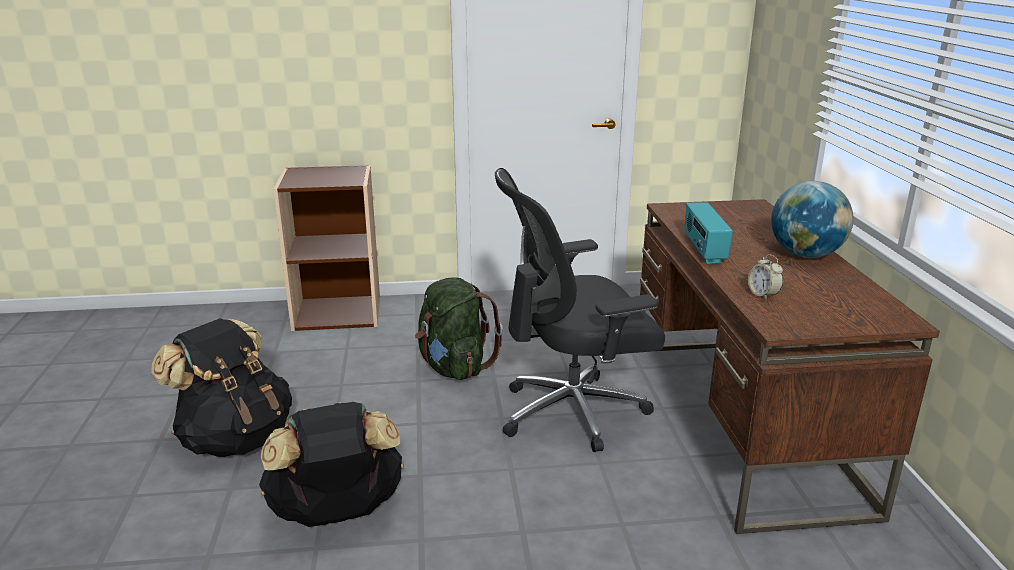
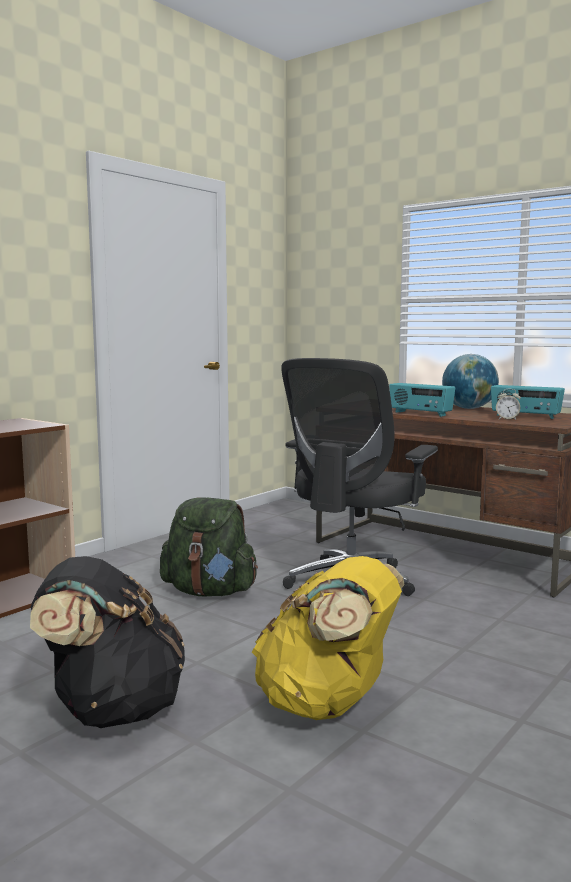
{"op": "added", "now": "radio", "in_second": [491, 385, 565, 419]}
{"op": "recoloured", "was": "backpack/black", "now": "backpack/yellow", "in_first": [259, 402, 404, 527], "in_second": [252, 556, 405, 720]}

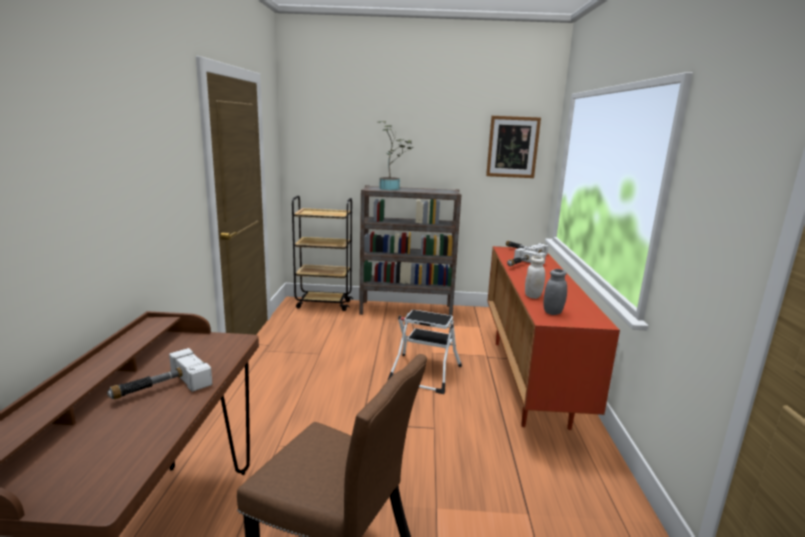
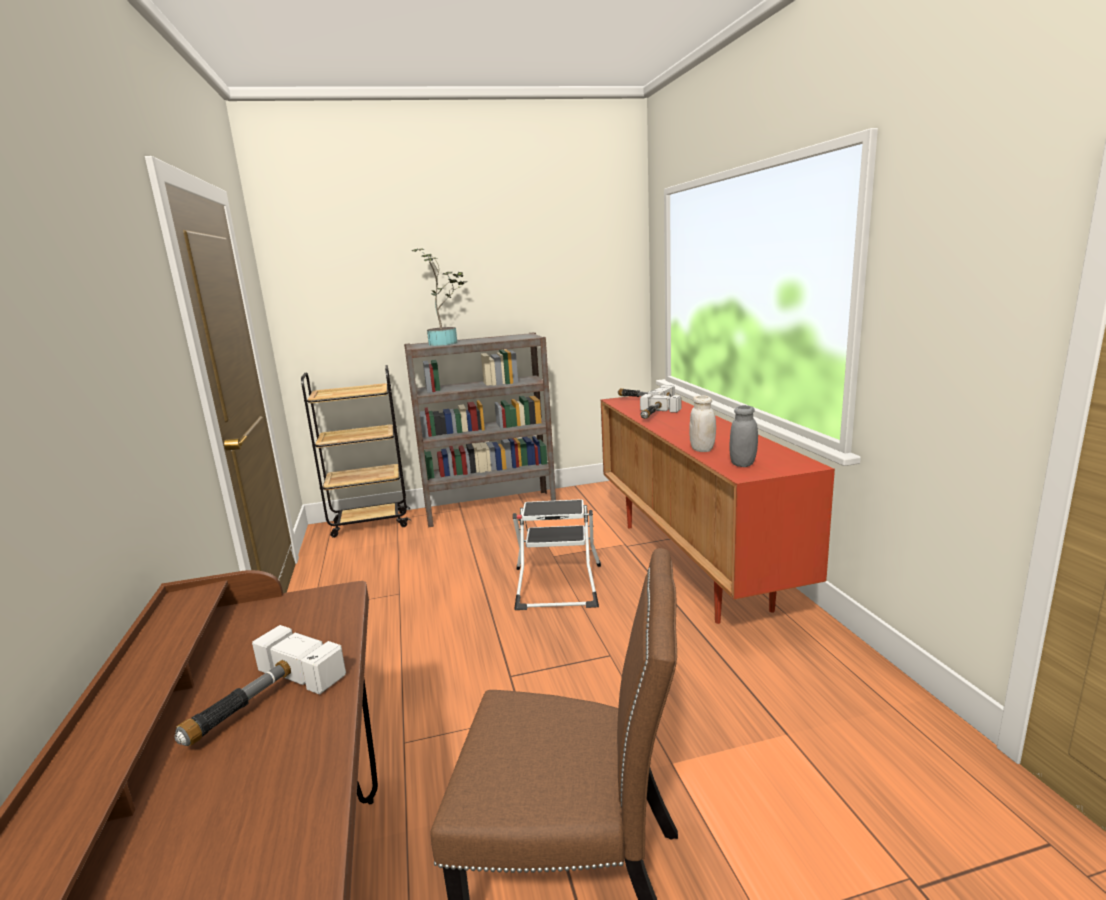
{"op": "removed", "was": "picture", "in_first": [486, 116, 541, 178]}

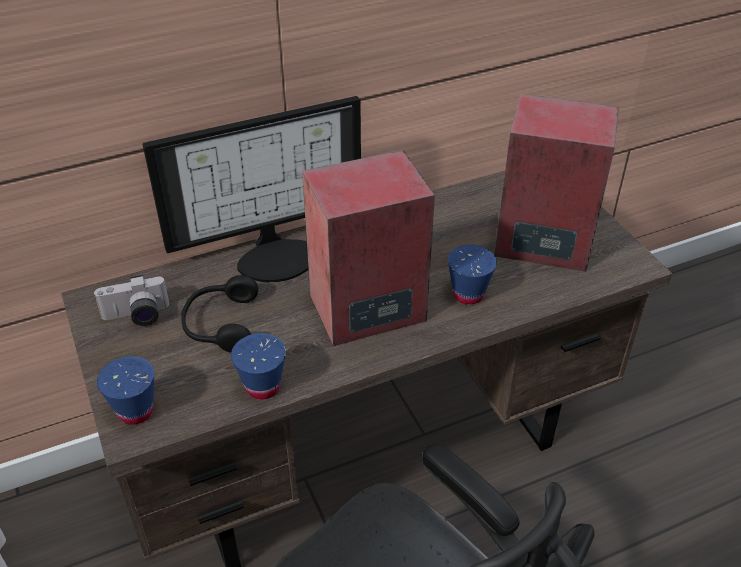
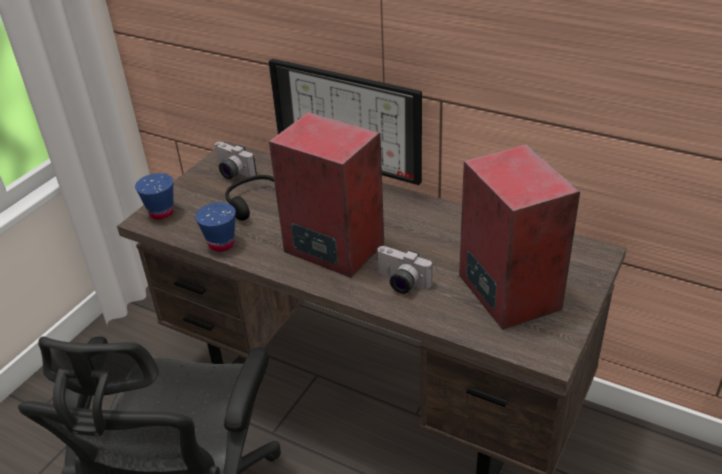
{"op": "replaced", "was": "cup/blue", "now": "photo camera", "in_first": [448, 245, 497, 305], "in_second": [376, 246, 432, 294]}

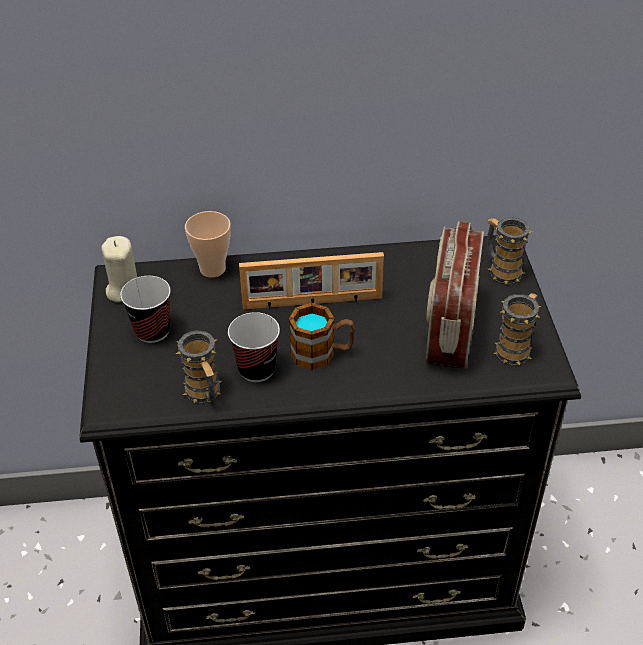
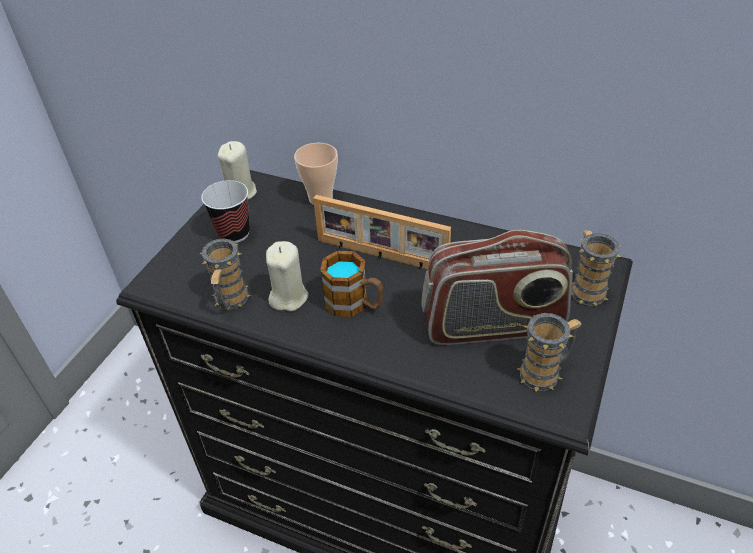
{"op": "replaced", "was": "cup", "now": "candle/beige", "in_first": [228, 312, 280, 382], "in_second": [266, 241, 308, 312]}
{"op": "turned", "was": "radio", "in_first": [425, 221, 484, 369], "in_second": [421, 230, 573, 345], "clockwise": -135}

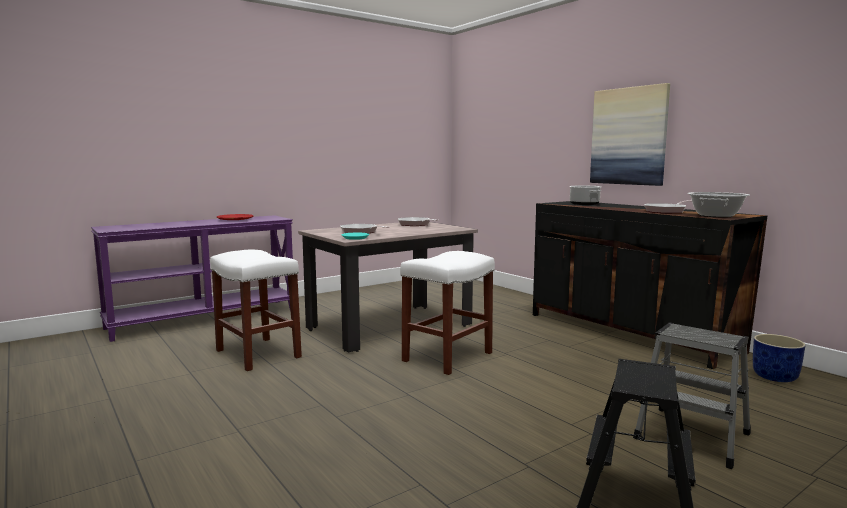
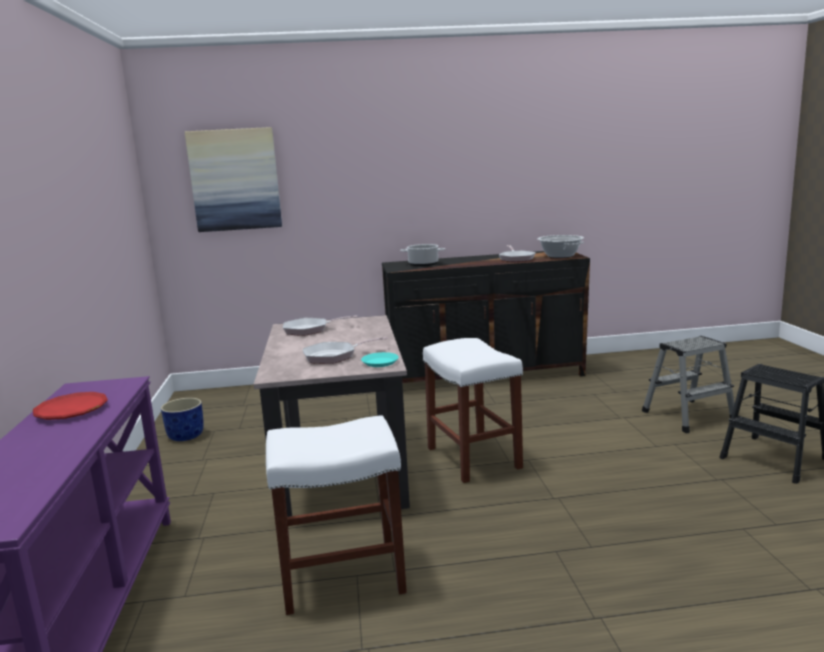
{"op": "moved", "was": "picture", "in_first": [590, 83, 670, 186], "in_second": [185, 127, 282, 232]}
{"op": "moved", "was": "planter/blue", "in_first": [753, 334, 806, 382], "in_second": [161, 398, 204, 441]}

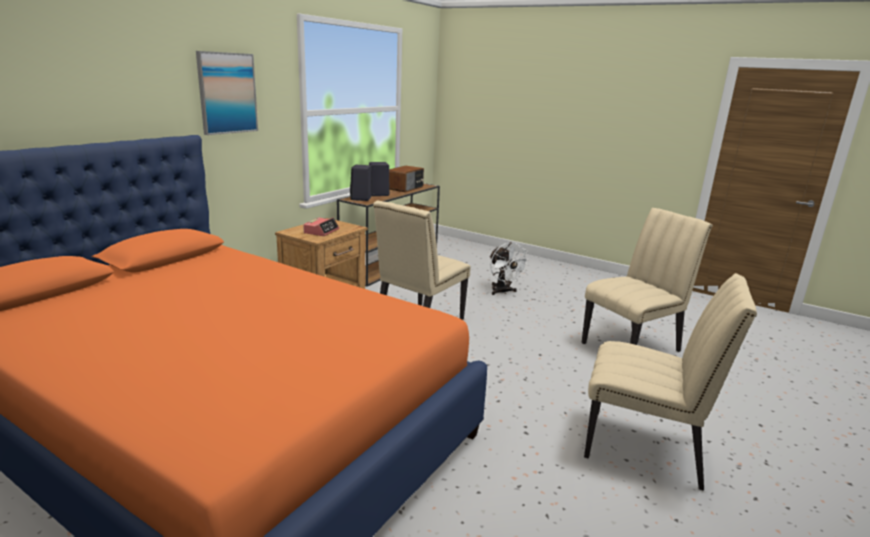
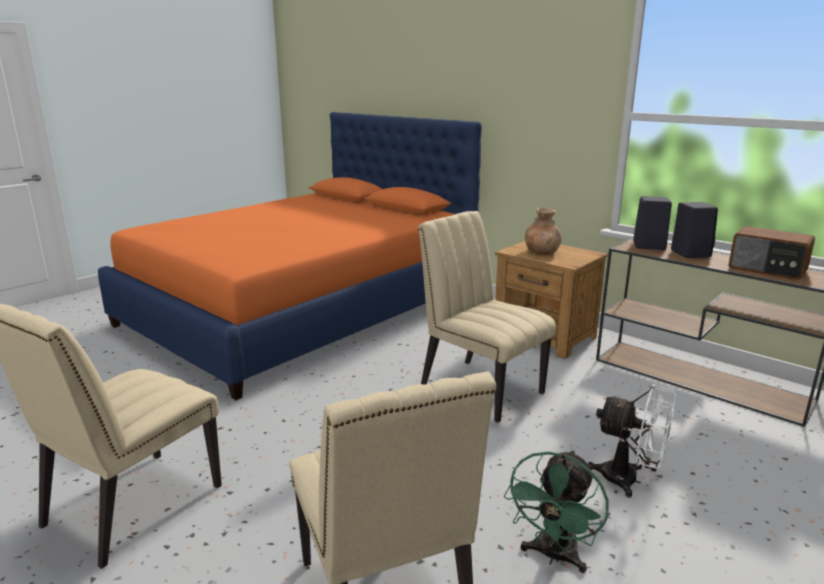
{"op": "removed", "was": "picture", "in_first": [196, 51, 258, 135]}
{"op": "added", "now": "fan/green", "in_second": [504, 450, 609, 573]}
{"op": "replaced", "was": "alarm clock", "now": "vase/brown", "in_first": [303, 218, 339, 236], "in_second": [525, 208, 562, 255]}
{"op": "turned", "was": "fan/white", "in_first": [490, 242, 529, 295], "in_second": [588, 384, 676, 498], "clockwise": -135}

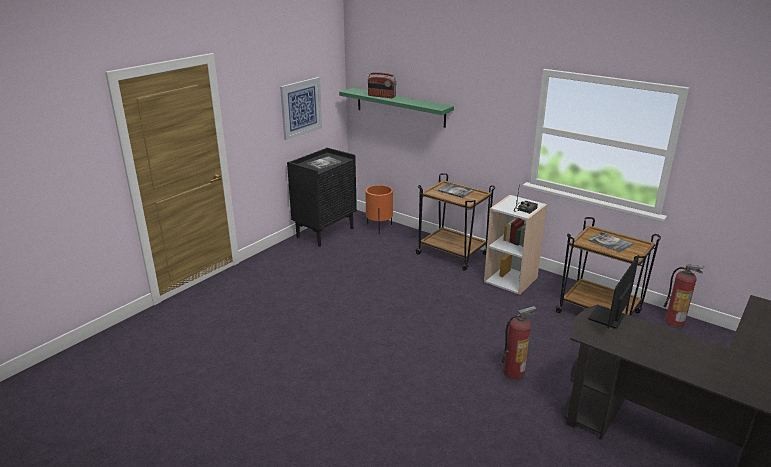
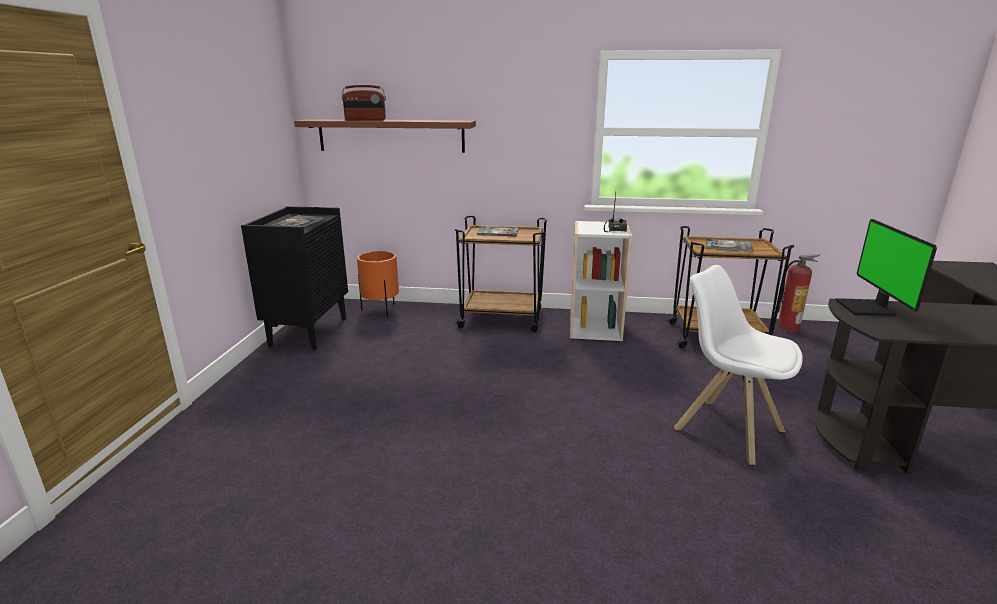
{"op": "removed", "was": "picture", "in_first": [280, 77, 322, 140]}
{"op": "replaced", "was": "fire extinguisher", "now": "chair/white", "in_first": [502, 306, 536, 381], "in_second": [674, 265, 803, 465]}
{"op": "recoloured", "was": "shelf/green", "now": "shelf/brown", "in_first": [339, 88, 454, 128], "in_second": [294, 119, 476, 153]}

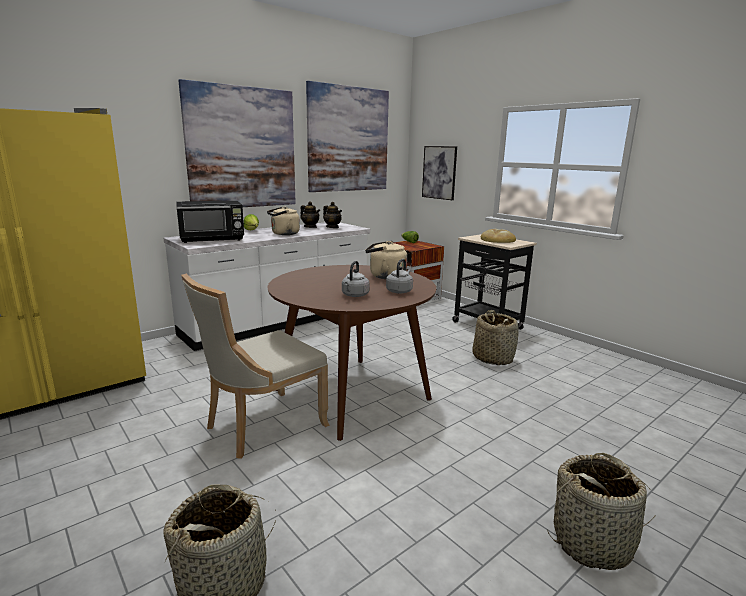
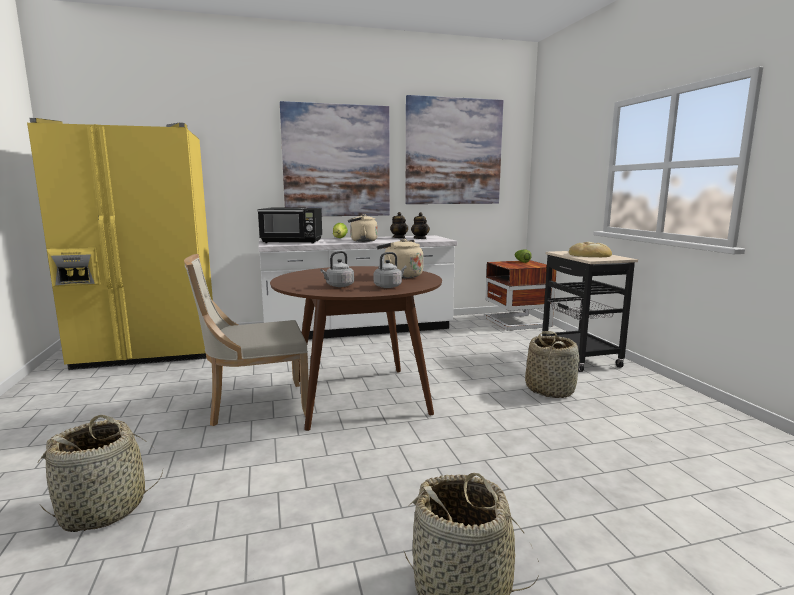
{"op": "removed", "was": "picture", "in_first": [422, 146, 457, 200]}

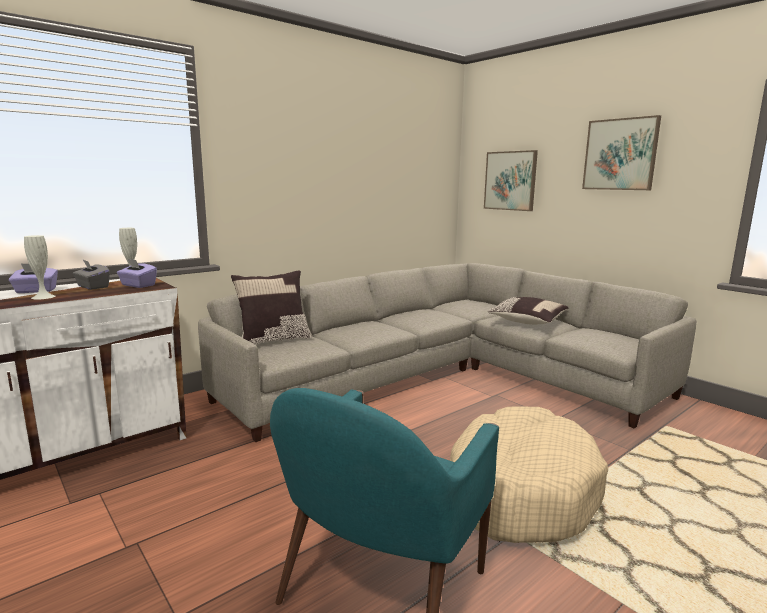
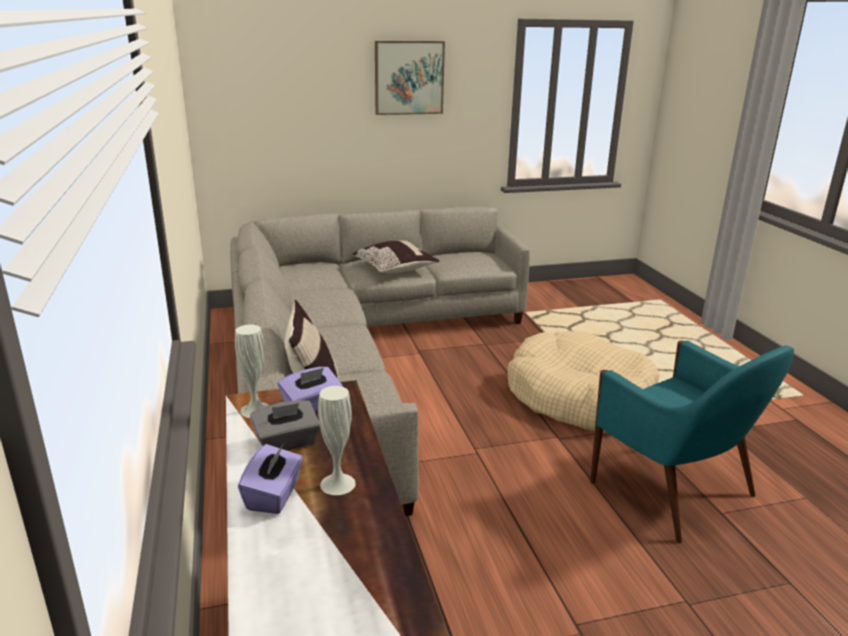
{"op": "removed", "was": "picture", "in_first": [484, 150, 538, 211]}

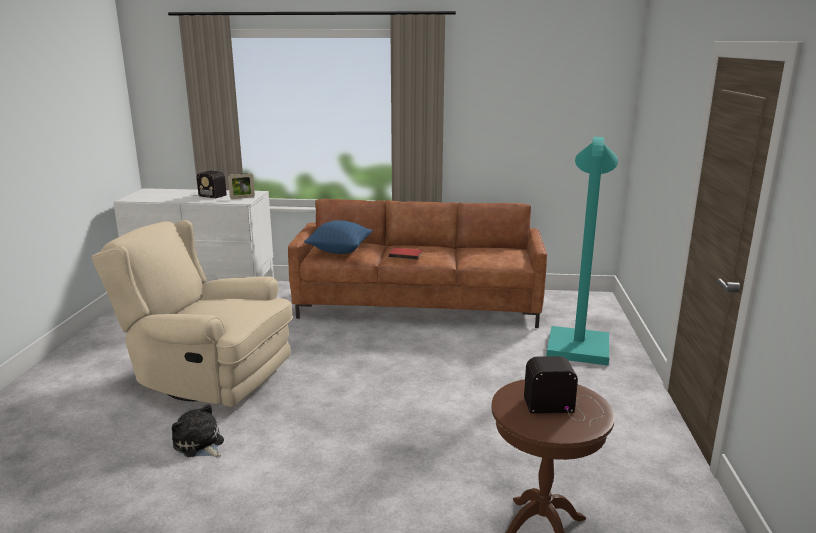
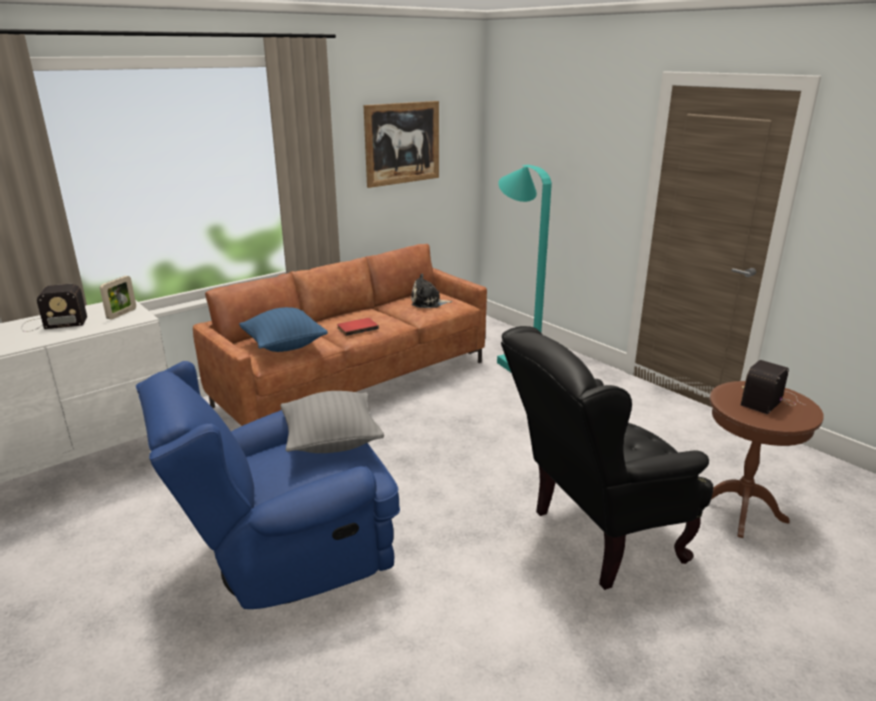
{"op": "added", "now": "pillow/grey", "in_second": [281, 391, 384, 453]}
{"op": "added", "now": "picture", "in_second": [364, 101, 439, 188]}
{"op": "added", "now": "armchair/black", "in_second": [501, 326, 713, 590]}
{"op": "moved", "was": "plush toy", "in_first": [172, 404, 224, 457], "in_second": [411, 273, 453, 308]}
{"op": "recoloured", "was": "armchair/beige", "now": "armchair/blue", "in_first": [91, 220, 293, 407], "in_second": [136, 361, 400, 609]}

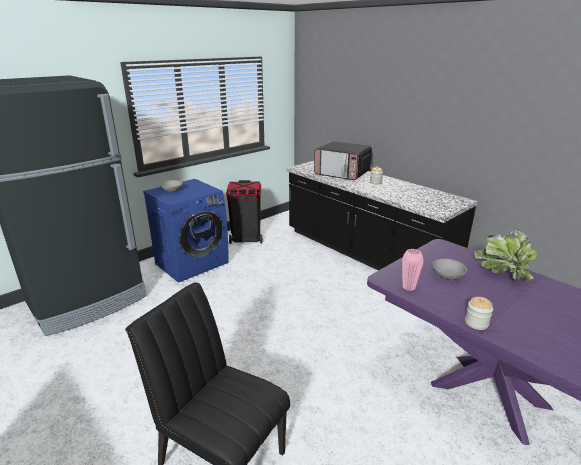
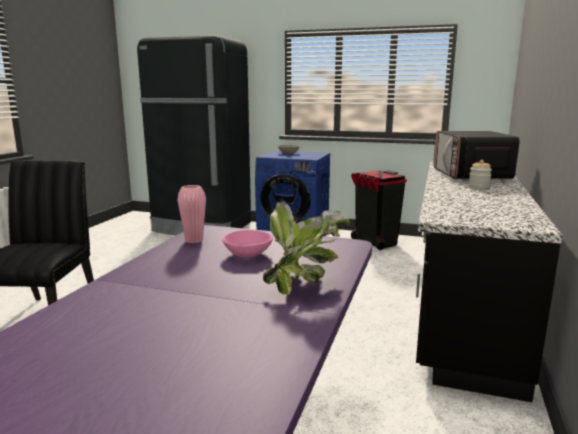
{"op": "removed", "was": "jar", "in_first": [465, 297, 493, 330]}
{"op": "recoloured", "was": "bowl/grey", "now": "bowl/pink", "in_first": [432, 259, 467, 280], "in_second": [222, 230, 273, 257]}

